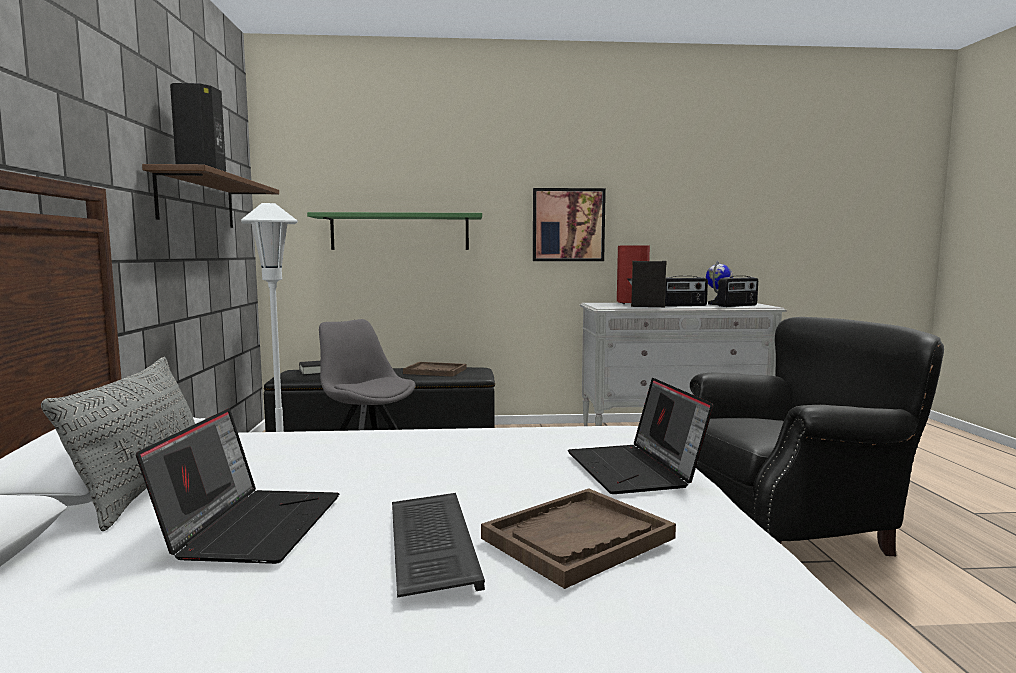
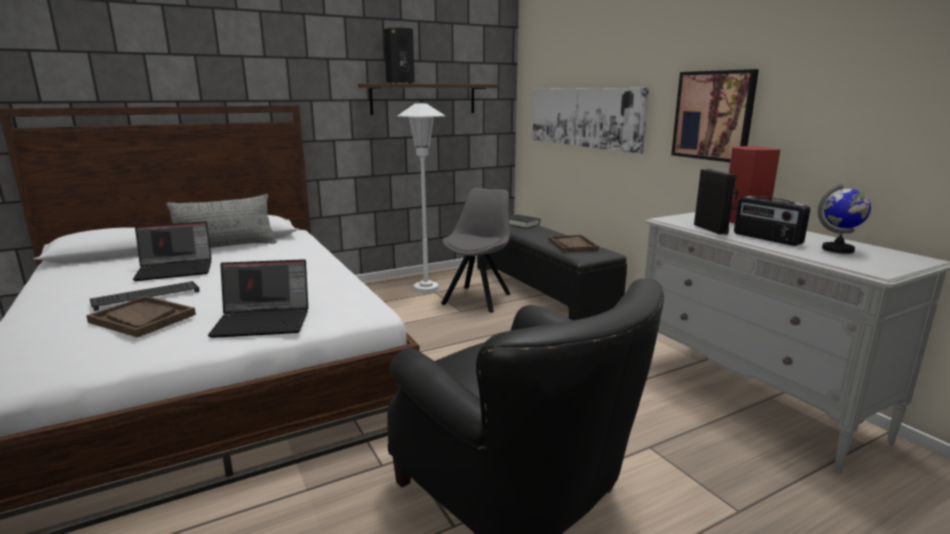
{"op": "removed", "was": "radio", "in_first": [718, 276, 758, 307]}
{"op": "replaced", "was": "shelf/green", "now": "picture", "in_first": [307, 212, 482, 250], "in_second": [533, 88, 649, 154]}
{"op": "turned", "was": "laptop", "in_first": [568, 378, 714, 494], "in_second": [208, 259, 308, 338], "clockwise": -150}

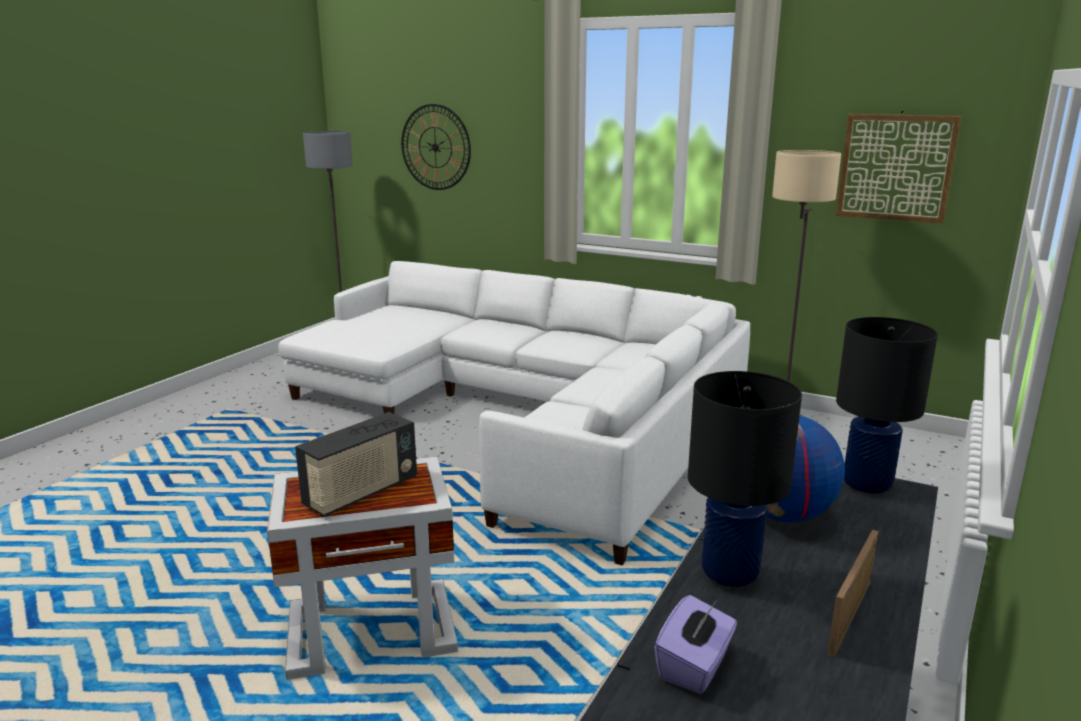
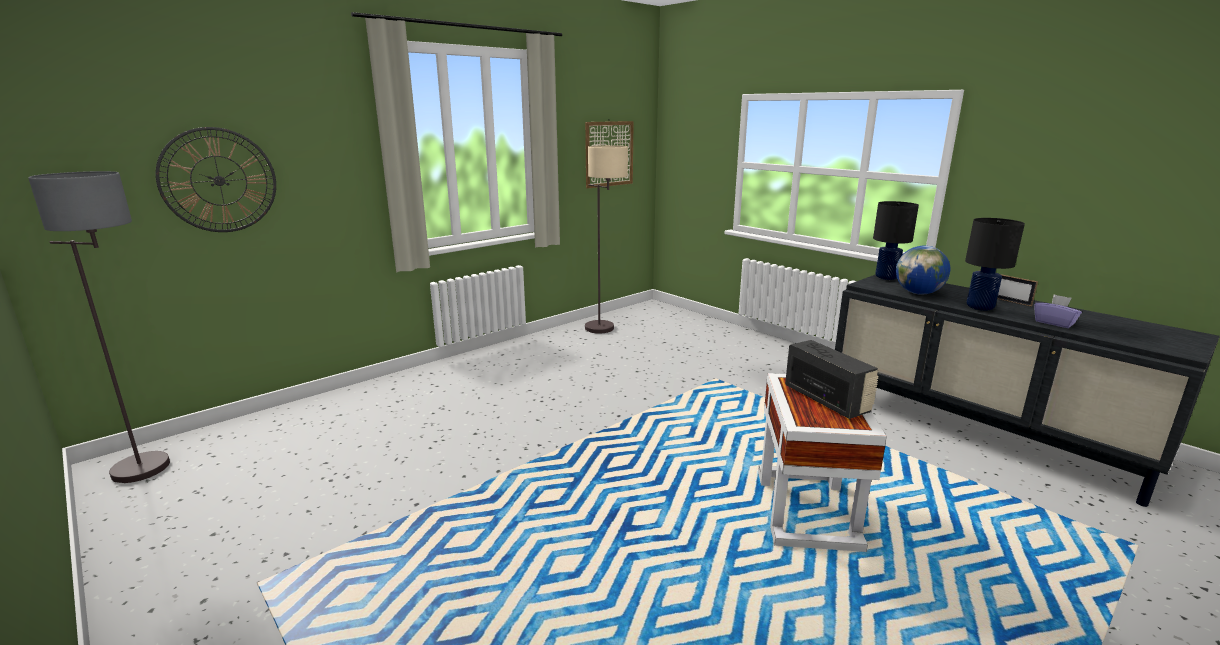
{"op": "removed", "was": "sofa/white", "in_first": [278, 261, 750, 565]}

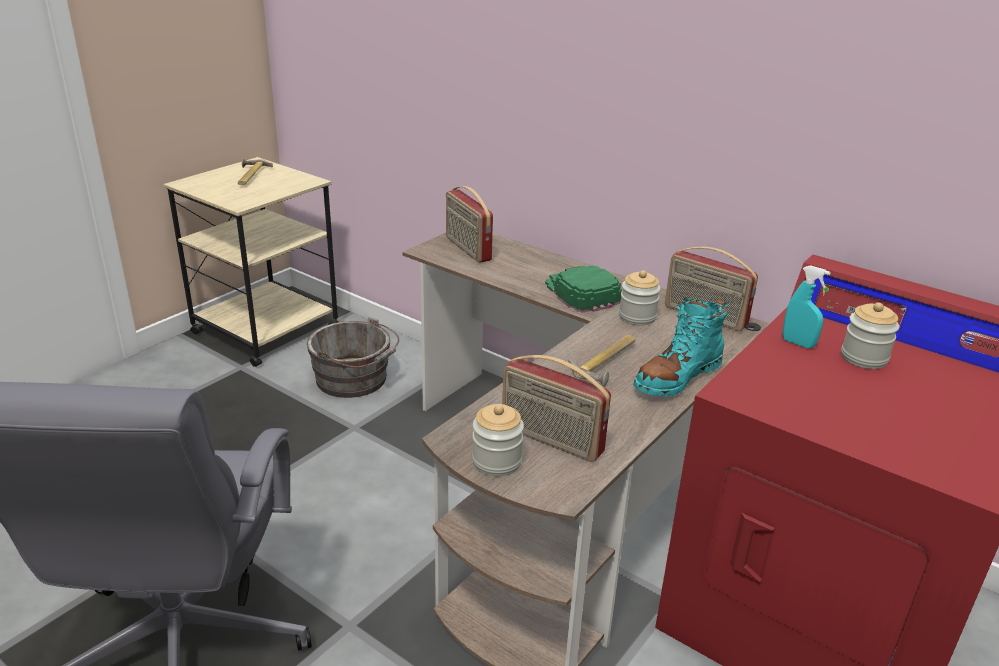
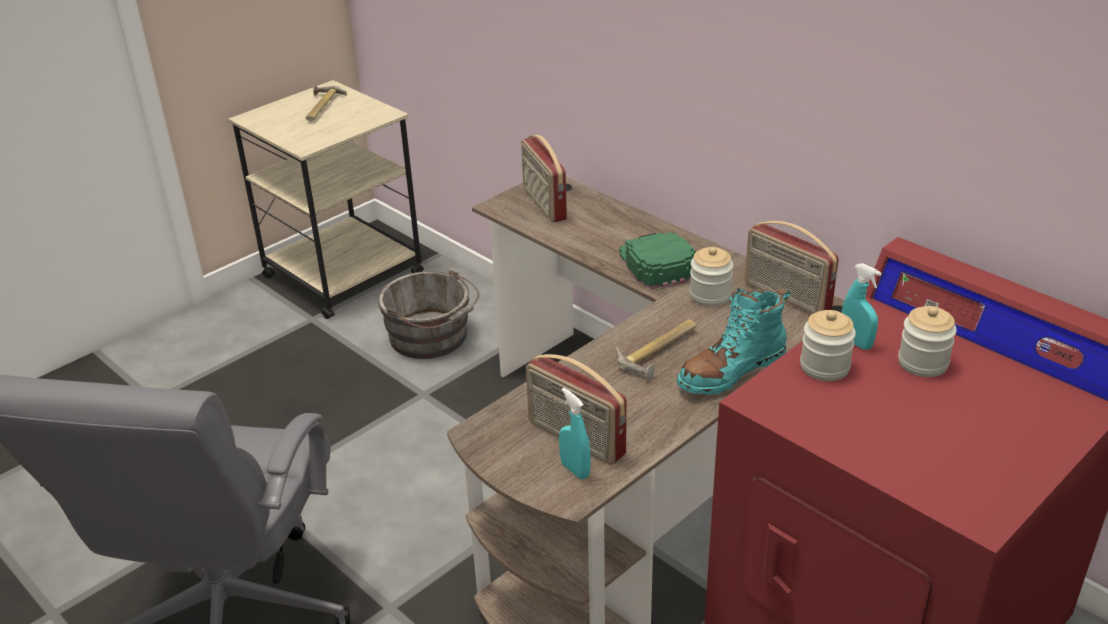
{"op": "added", "now": "spray bottle/turquoise", "in_second": [559, 387, 591, 479]}
{"op": "moved", "was": "jar", "in_first": [472, 404, 524, 476], "in_second": [800, 310, 856, 381]}

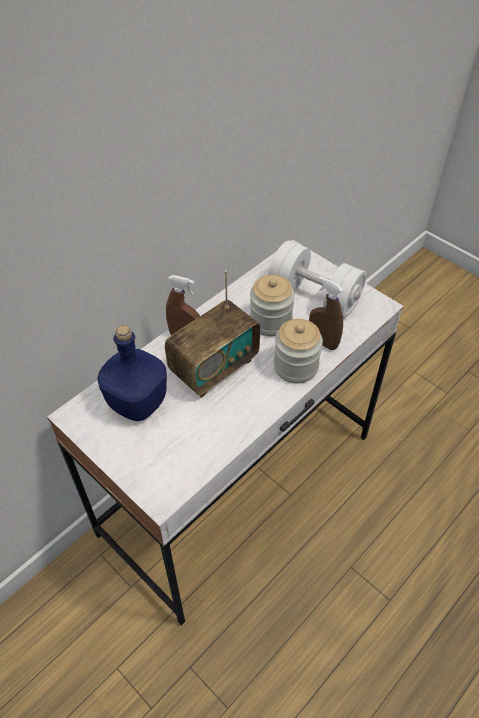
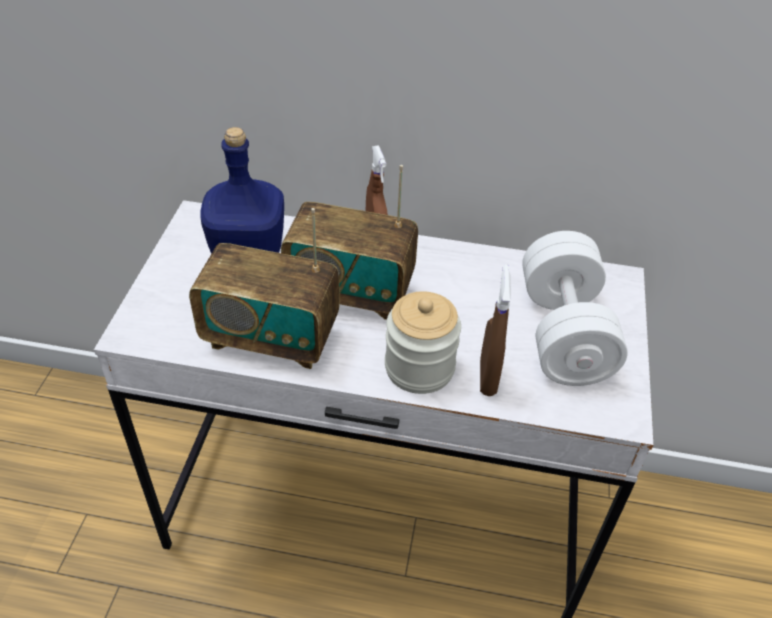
{"op": "removed", "was": "jar", "in_first": [250, 275, 295, 336]}
{"op": "added", "now": "radio", "in_second": [189, 208, 340, 369]}

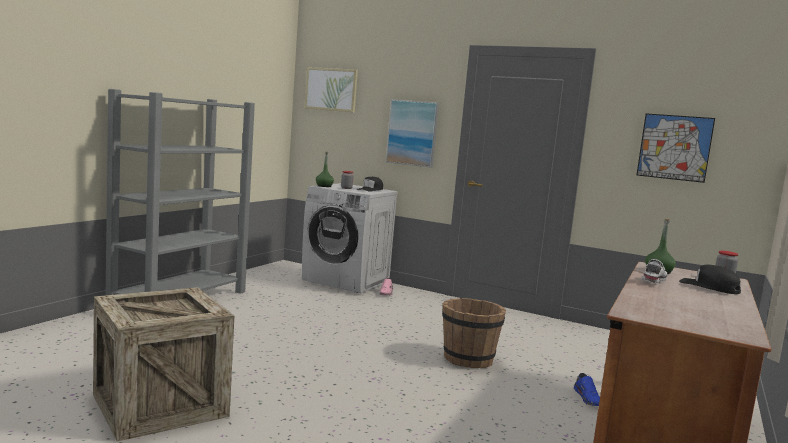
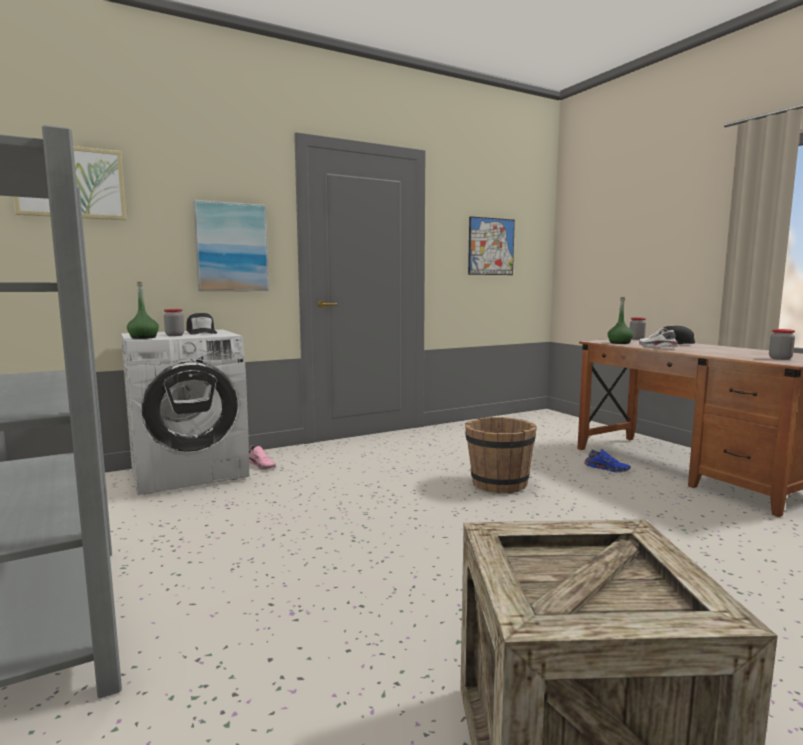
{"op": "added", "now": "jar", "in_second": [769, 329, 795, 360]}

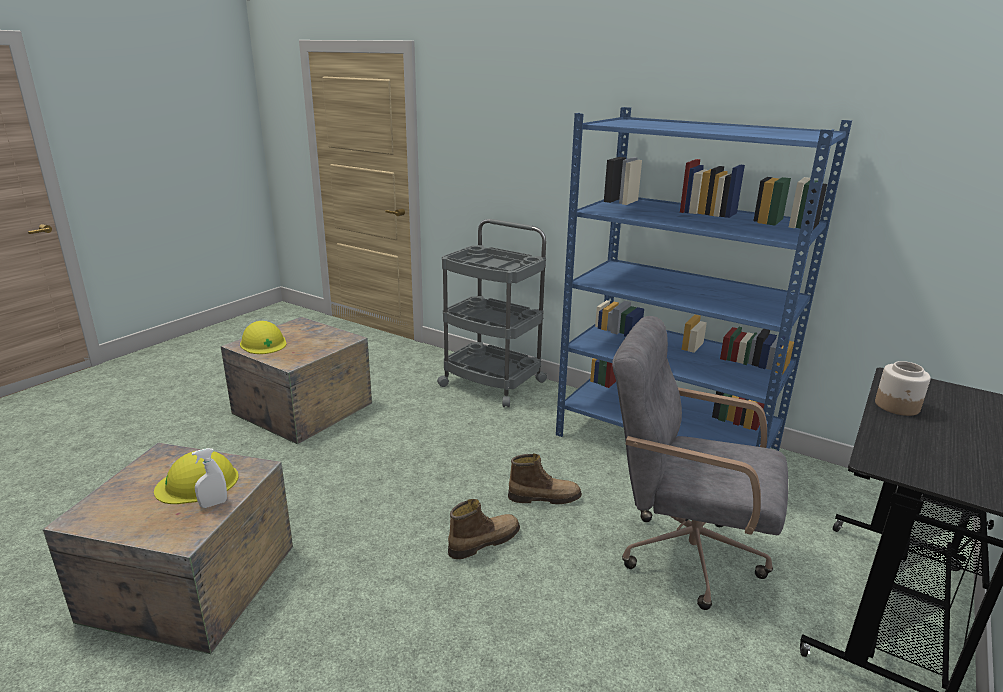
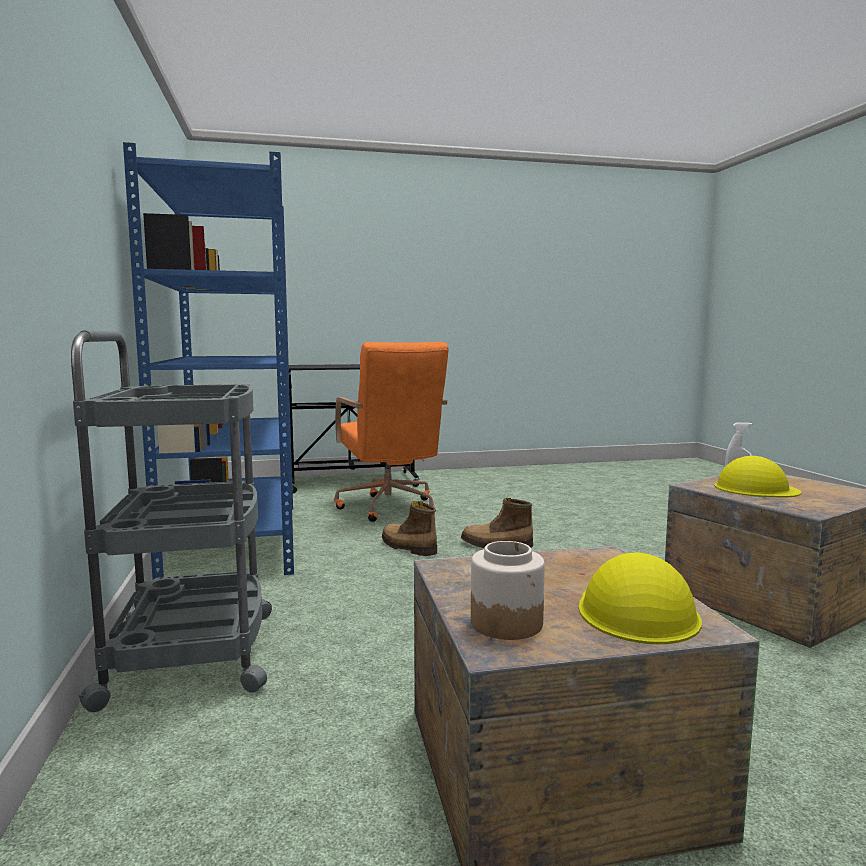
{"op": "moved", "was": "jar", "in_first": [875, 361, 931, 416], "in_second": [471, 541, 545, 640]}
{"op": "recoloured", "was": "office chair/grey", "now": "office chair/orange", "in_first": [612, 316, 788, 610], "in_second": [334, 342, 449, 522]}

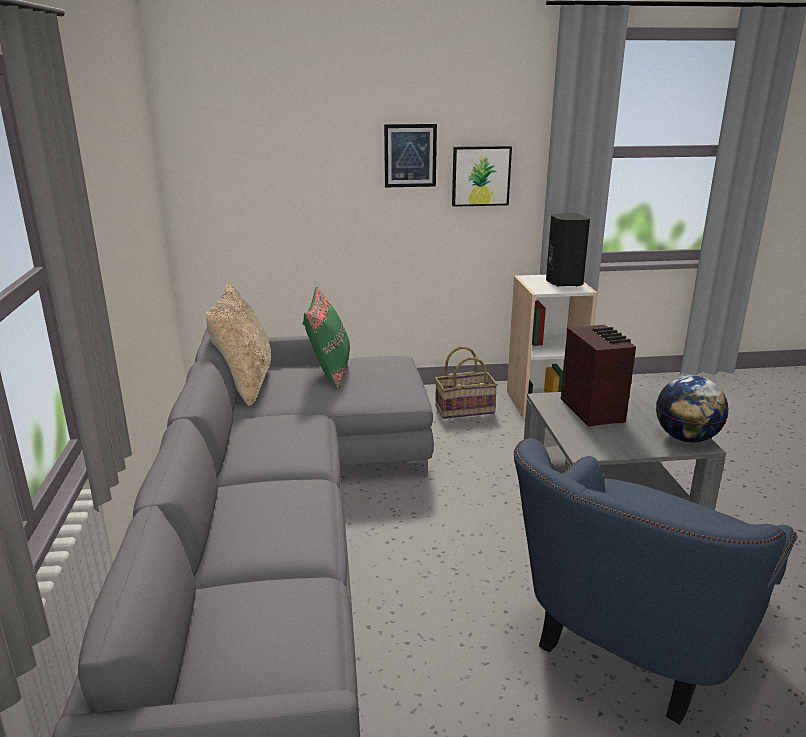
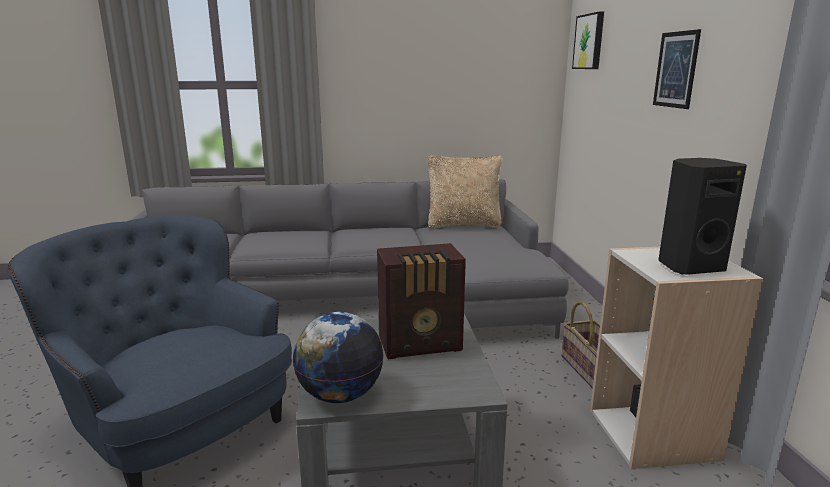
{"op": "removed", "was": "pillow/green", "in_first": [302, 287, 350, 390]}
{"op": "moved", "was": "picture", "in_first": [452, 146, 512, 207], "in_second": [572, 12, 604, 69]}

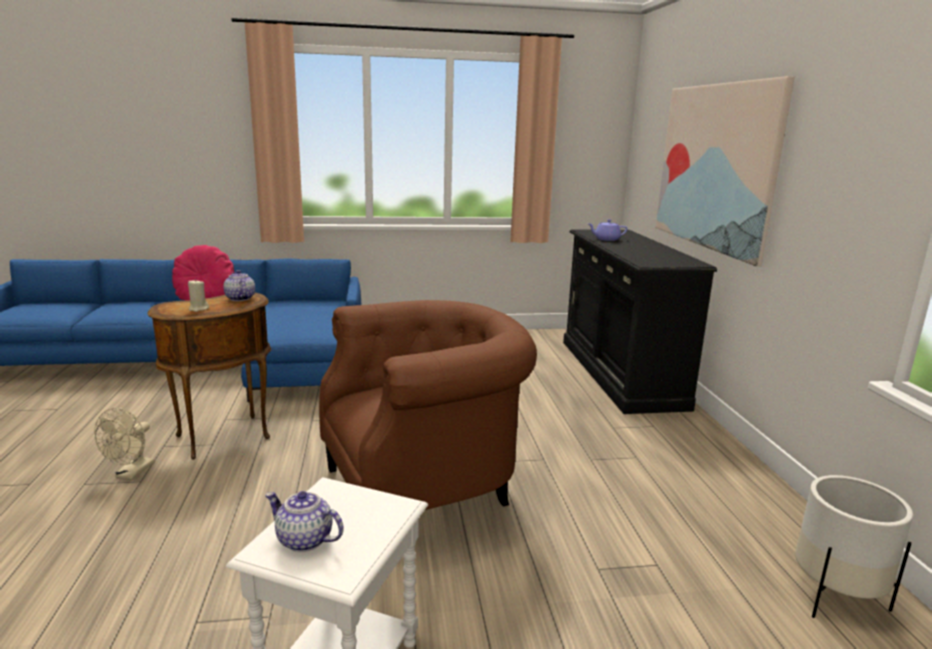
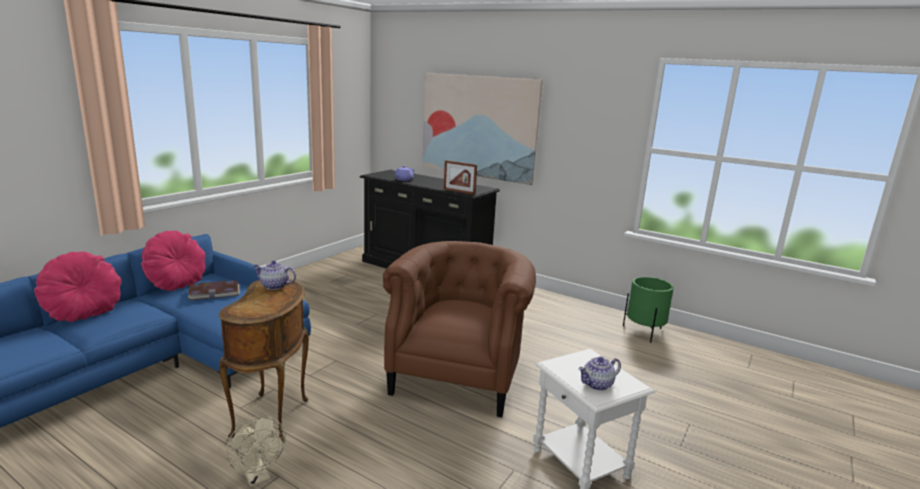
{"op": "removed", "was": "candle/beige", "in_first": [188, 279, 209, 312]}
{"op": "added", "now": "pillow/pink", "in_second": [141, 230, 205, 291]}
{"op": "added", "now": "book", "in_second": [188, 281, 240, 300]}
{"op": "added", "now": "picture frame", "in_second": [444, 160, 477, 195]}
{"op": "recoloured", "was": "planter/white", "now": "planter/green", "in_first": [795, 475, 913, 618], "in_second": [623, 277, 674, 343]}

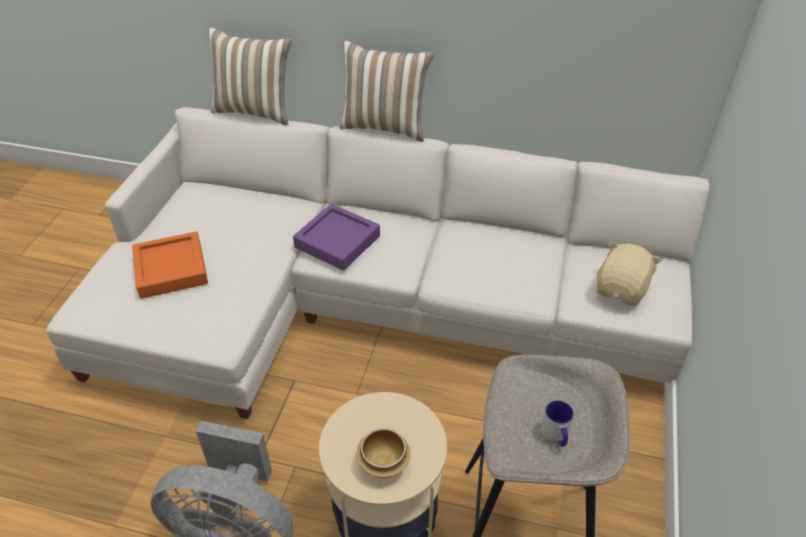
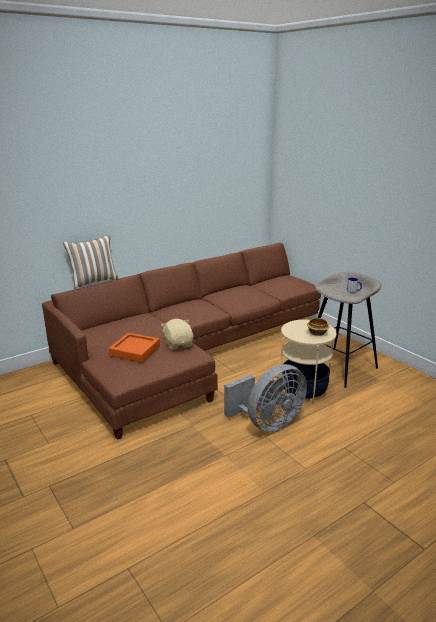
{"op": "removed", "was": "tray/purple", "in_first": [293, 204, 380, 271]}
{"op": "removed", "was": "pillow", "in_first": [340, 40, 434, 142]}
{"op": "moved", "was": "plush toy/beige", "in_first": [596, 241, 663, 306], "in_second": [161, 319, 193, 350]}
{"op": "recoloured", "was": "sofa/white", "now": "sofa/brown", "in_first": [46, 107, 709, 419], "in_second": [42, 243, 321, 440]}

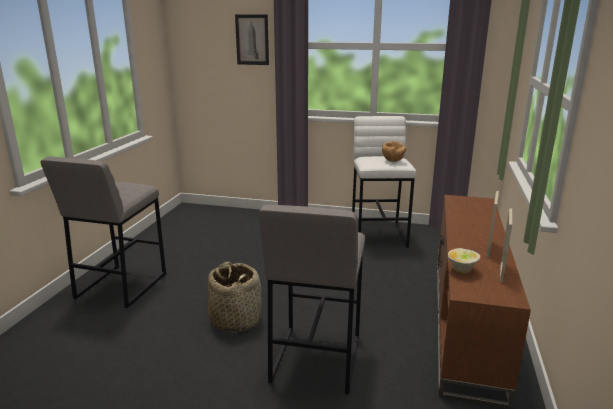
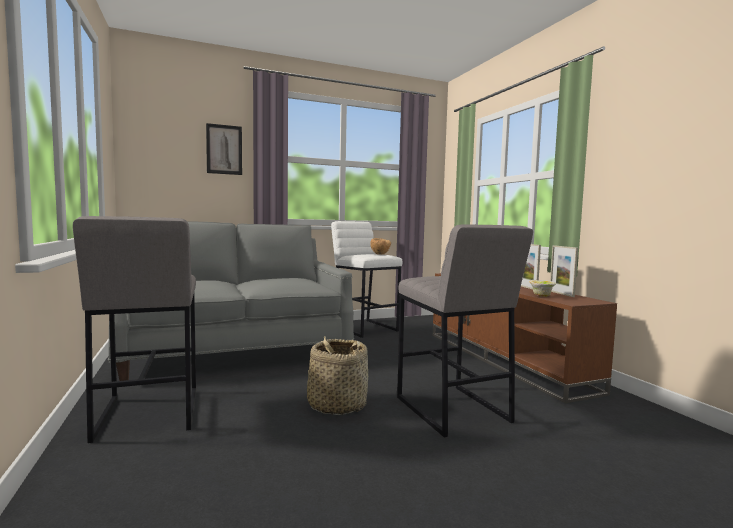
{"op": "added", "now": "sofa/grey", "in_second": [108, 221, 354, 381]}

